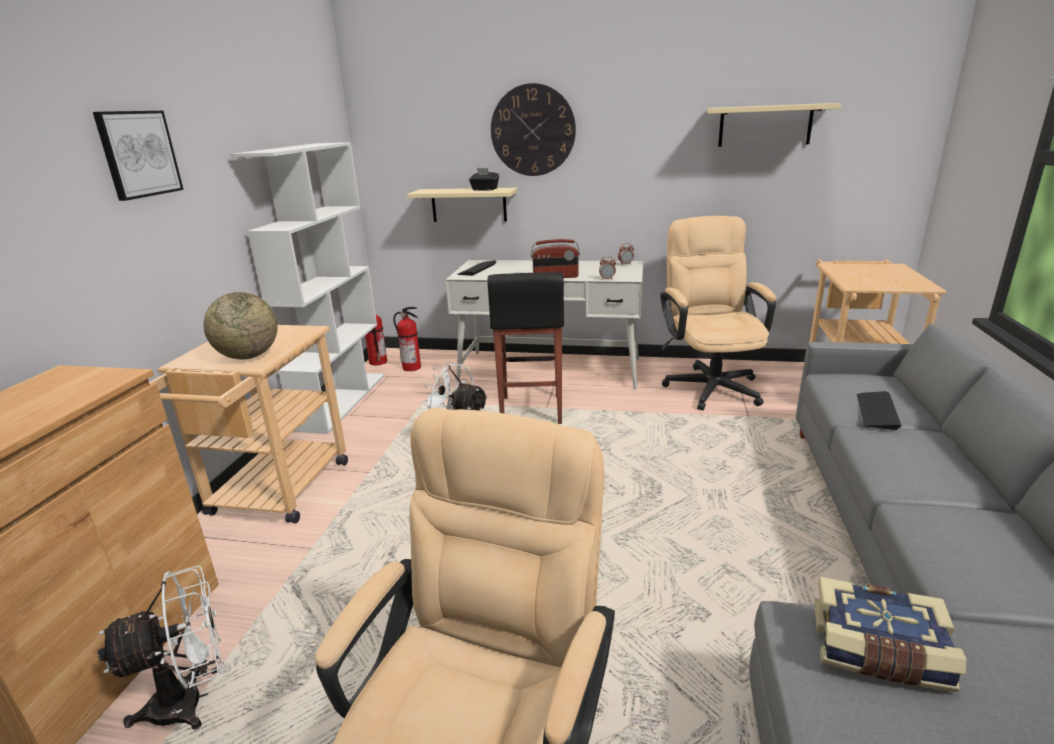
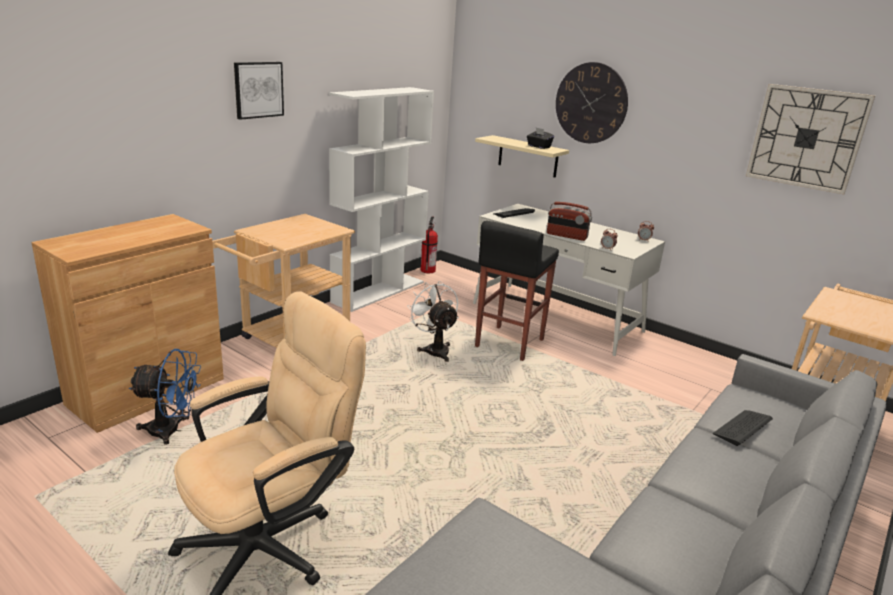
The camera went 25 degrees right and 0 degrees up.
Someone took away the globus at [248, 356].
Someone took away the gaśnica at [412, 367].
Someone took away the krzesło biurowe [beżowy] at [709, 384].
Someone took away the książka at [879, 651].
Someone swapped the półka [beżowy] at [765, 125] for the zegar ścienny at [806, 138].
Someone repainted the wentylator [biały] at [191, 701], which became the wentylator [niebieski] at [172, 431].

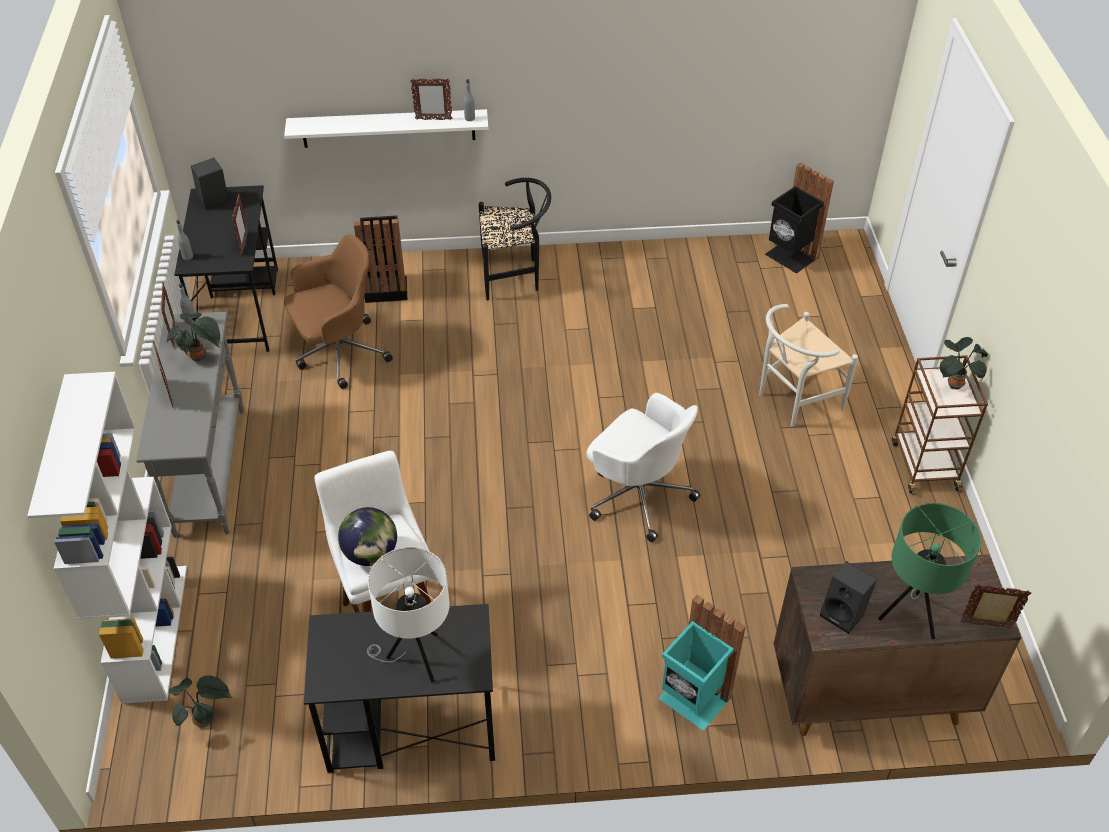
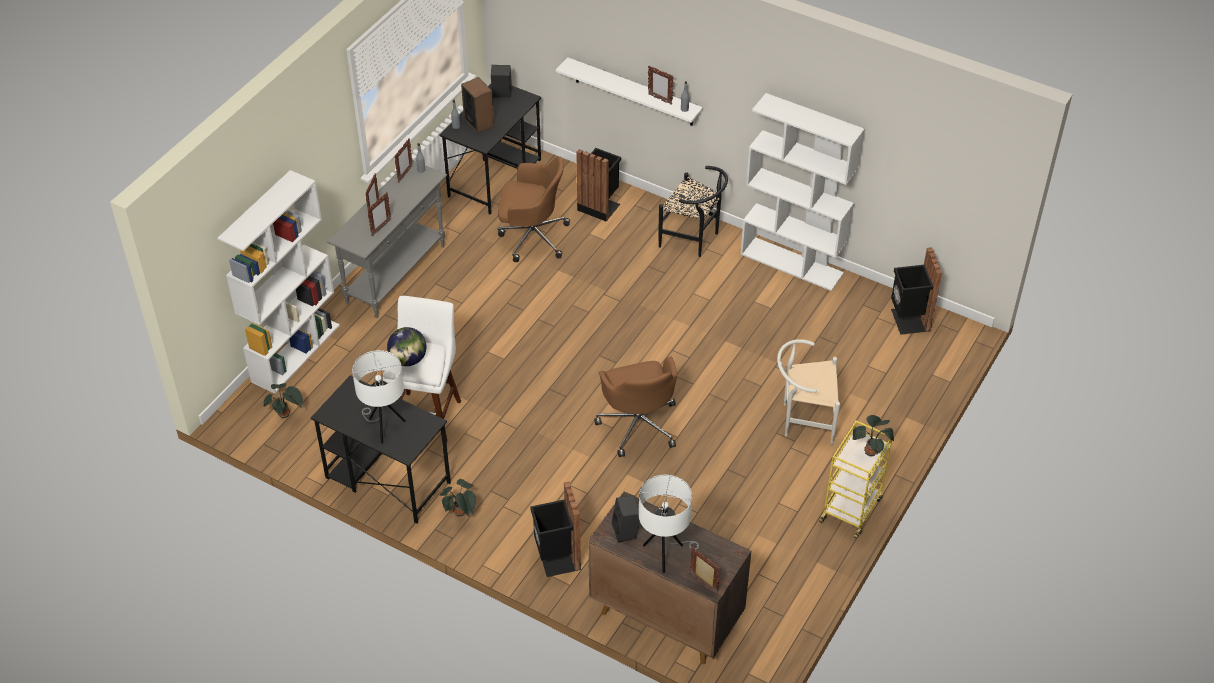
The camera went 35 degrees right and 0 degrees up.
Someone put down the głośnik at [479, 122].
Someone put down the regał [biały] at [792, 263].
Someone carried the roślina doniczkowa from [200, 357] to [460, 513].
Someone carried the ramka na zdjęcie from [244, 243] to [381, 228].
Someone repainted the krzesło biurowe [biały] at [638, 494], which became the krzesło biurowe [brązowy] at [638, 424].
Someone repainted the kosz na śmieci [turkusowy] at [693, 700], which became the kosz na śmieci [czarny] at [556, 558].
Someone repainted the lampa stołowa [zielony] at [911, 615], which became the lampa stołowa [biały] at [665, 554].
Someone repainted the wózek [brązowy] at [924, 465], which became the wózek [żółty] at [851, 508].

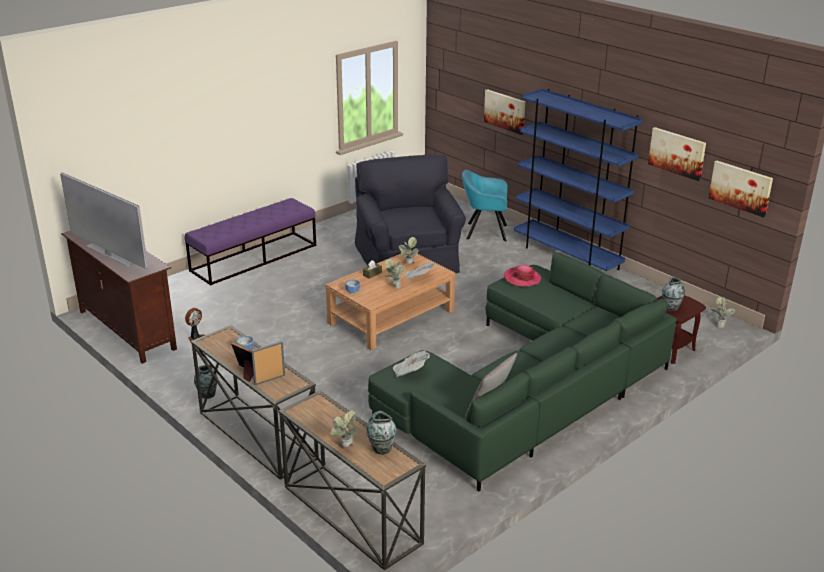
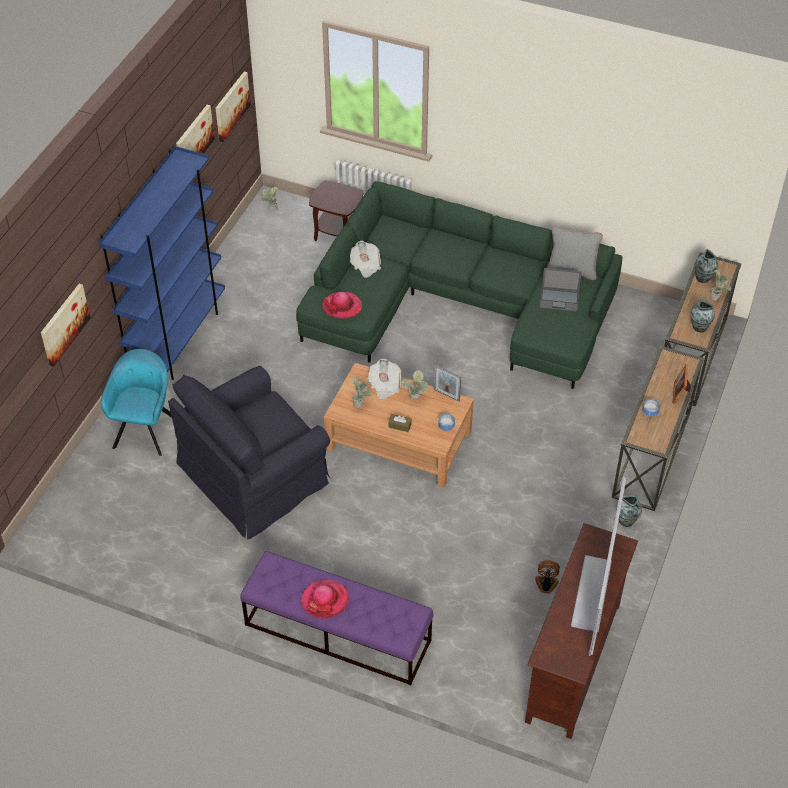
The camera went 115 degrees left and 20 degrees up.
Someone put down the kapelusz at [325, 600].
Someone put down the laptop at [559, 299].
Someone carried the ramka na zdjęcie from [269, 379] to [446, 395].
Someone carried the gazeta from [410, 371] to [365, 265].
Someone carried the wazon from [671, 307] to [699, 327].
Someone rotated the fotel [turkusowy] at [484, 232] by 150 degrees counterclockwise.

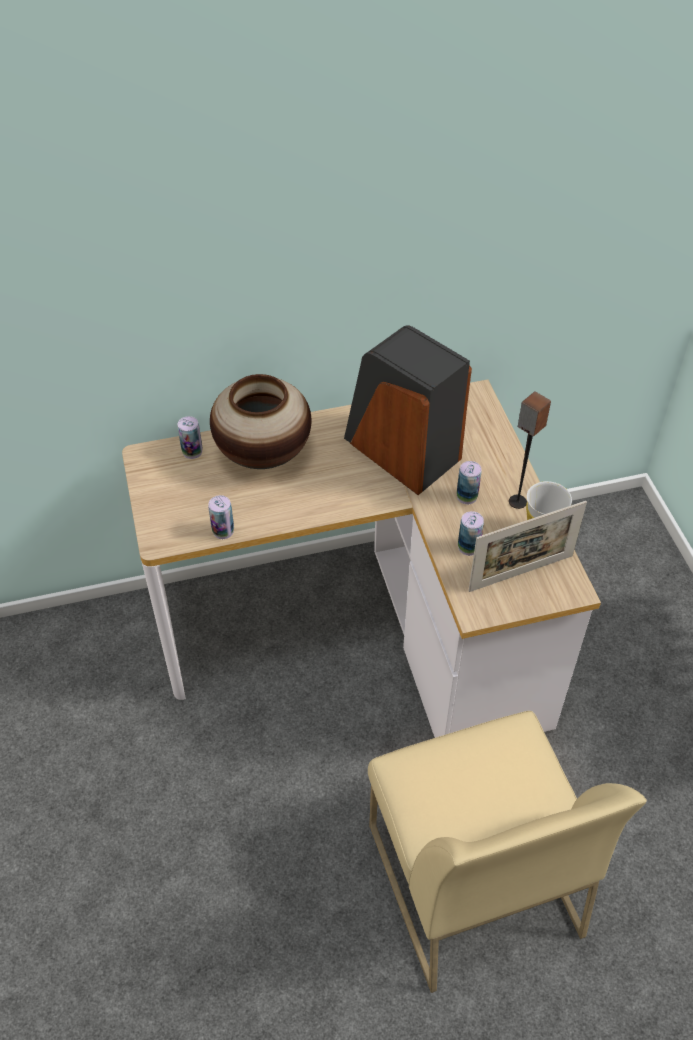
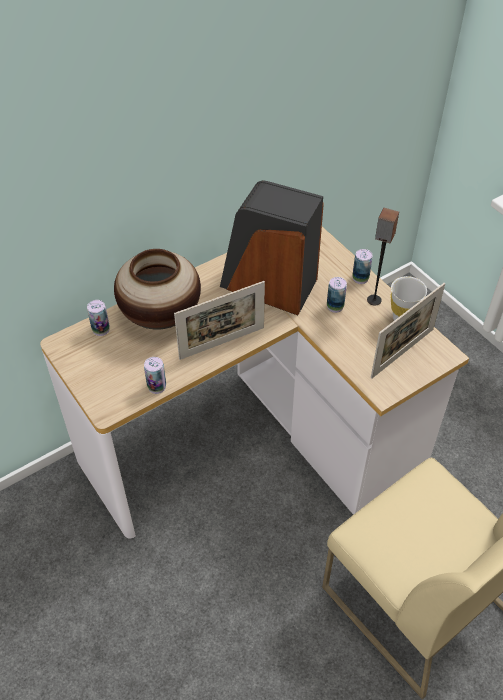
The camera went 20 degrees left and 0 degrees up.
Someone put down the ramka na zdjęcie at [222, 343].
Someone carried the puszka from [468, 547] to [360, 278].

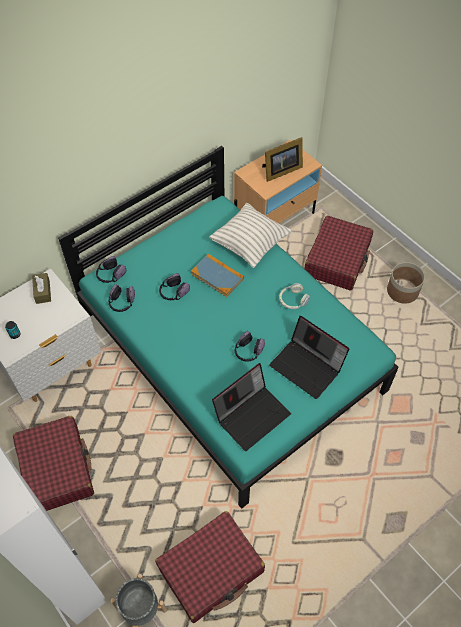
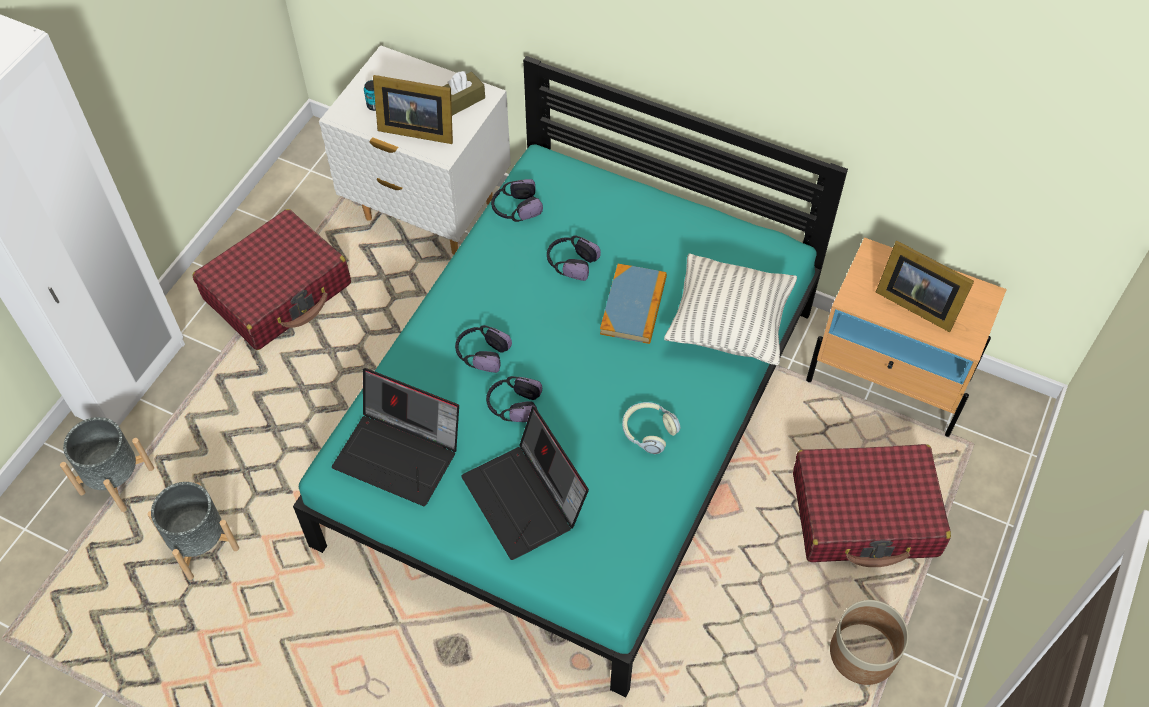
The camera went 65 degrees right and 0 degrees up.
Someone put down the ramka na zdjęcie at [415, 129].
Someone carried the słuchawki from [110, 275] to [482, 353].
Someone swapped the walizka [czerwony] at [211, 569] for the donica [szary] at [201, 544].
Someone rotated the laptop at [307, 367] by 45 degrees counterclockwise.

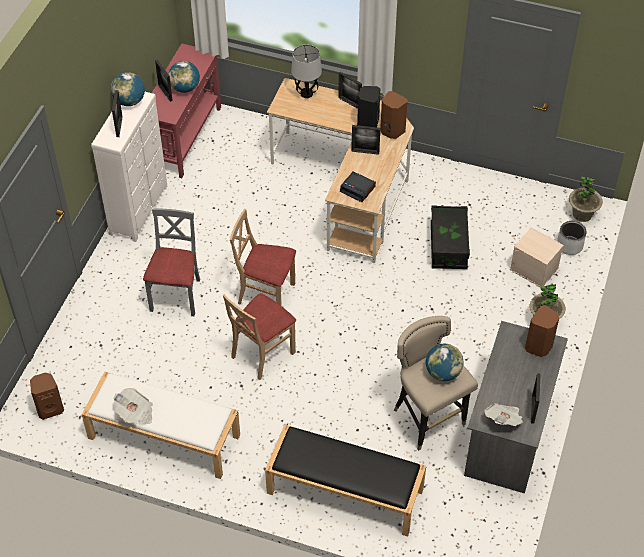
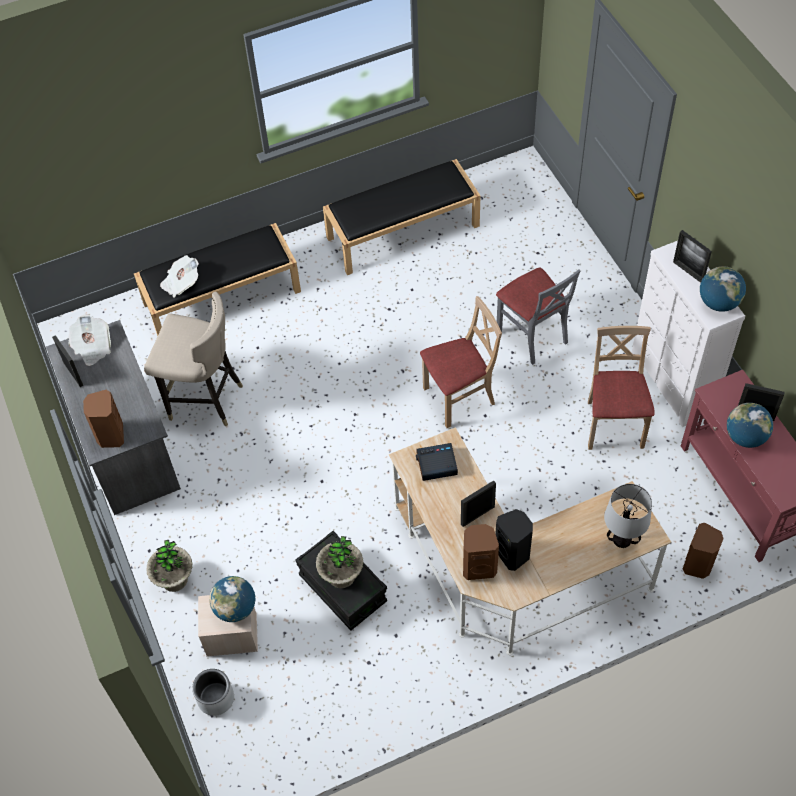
The camera went 140 degrees right and 5 degrees up.
Someone took away the ramka na zdjęcie at [349, 103].
Someone carried the głośnik [brązowy] from [50, 408] to [698, 565].
Someone carried the gazeta from [135, 413] to [181, 283].
Someone carried the krzesło [beżowy] from [262, 353] to [613, 425].
Someone carried the globus from [443, 372] to [235, 608].
Someone carried the roślina doniczkowa from [582, 214] to [341, 576].
Someone repainted the ławka [biały] at [163, 436], which became the ławka [czarny] at [403, 231].

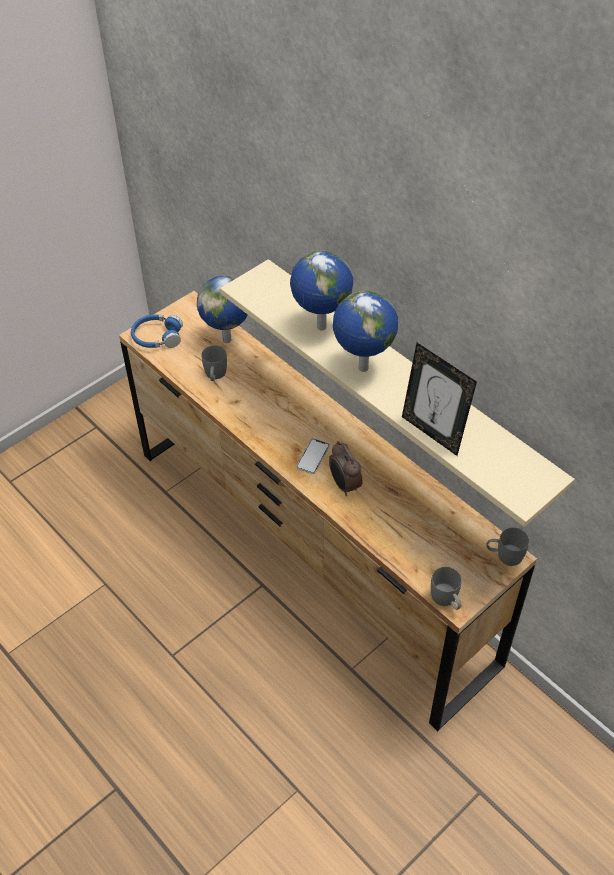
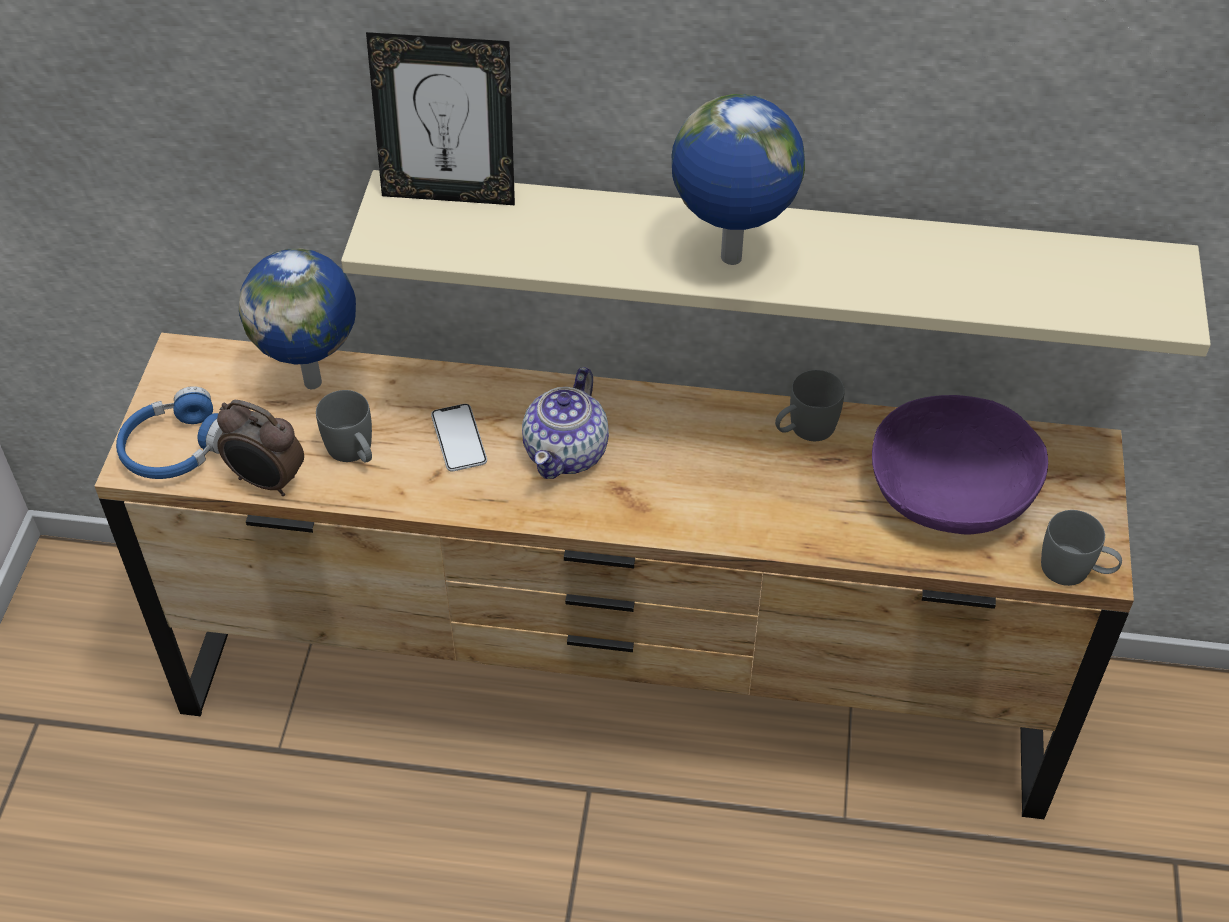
The camera went 40 degrees left and 0 degrees up.
Someone took away the globus at [320, 327].
Someone put down the imbryk at [567, 452].
Someone put down the miska [fioletowy] at [951, 491].
Someone carried the telefon from [313, 457] to [459, 439].
Someone carried the budzik from [344, 485] to [267, 482].
Someone carried the ramka na zdjęcie from [433, 432] to [450, 193].
Someone carried the kubek [szary] from [504, 555] to [804, 429].

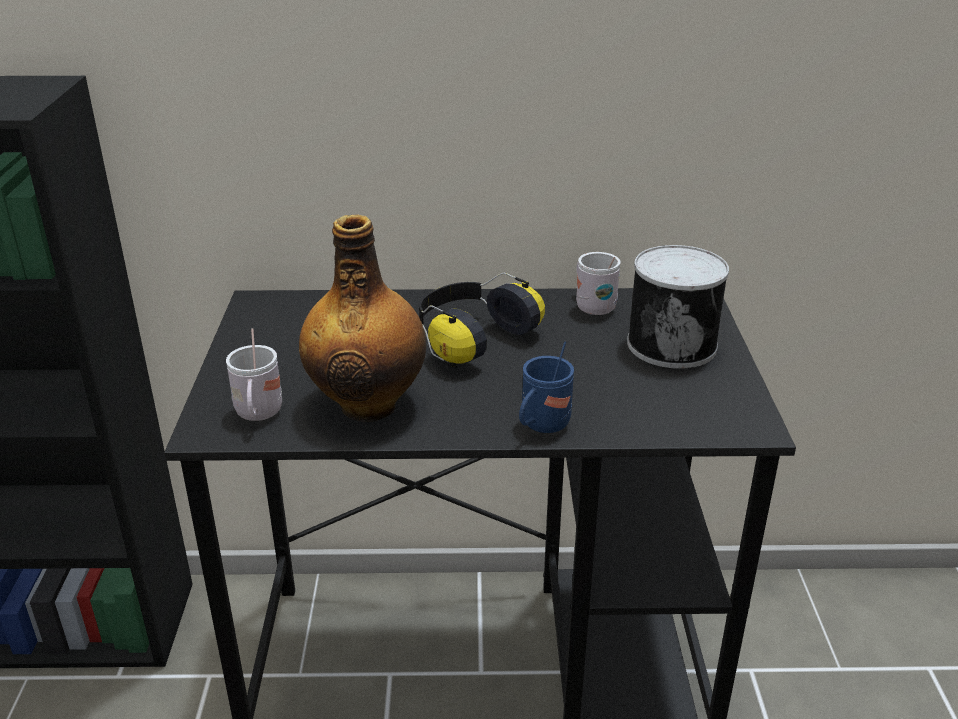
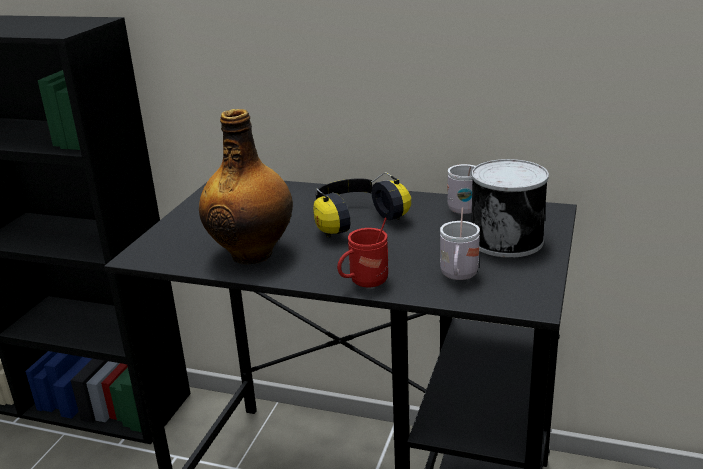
The camera went 20 degrees right and 5 degrees down.
Someone carried the kubek [biały] from [258, 415] to [458, 277].
Someone repainted the kubek [niebieski] at [541, 427], which became the kubek [czerwony] at [364, 283].

